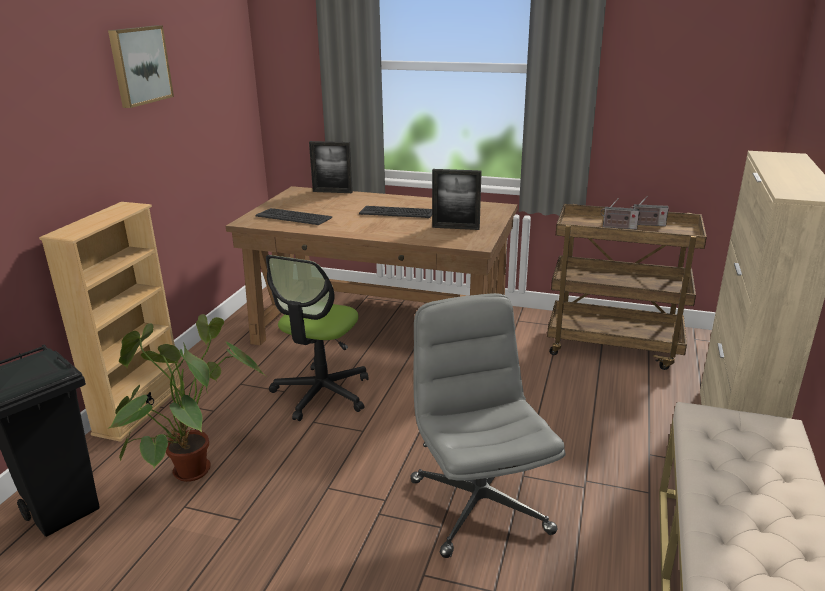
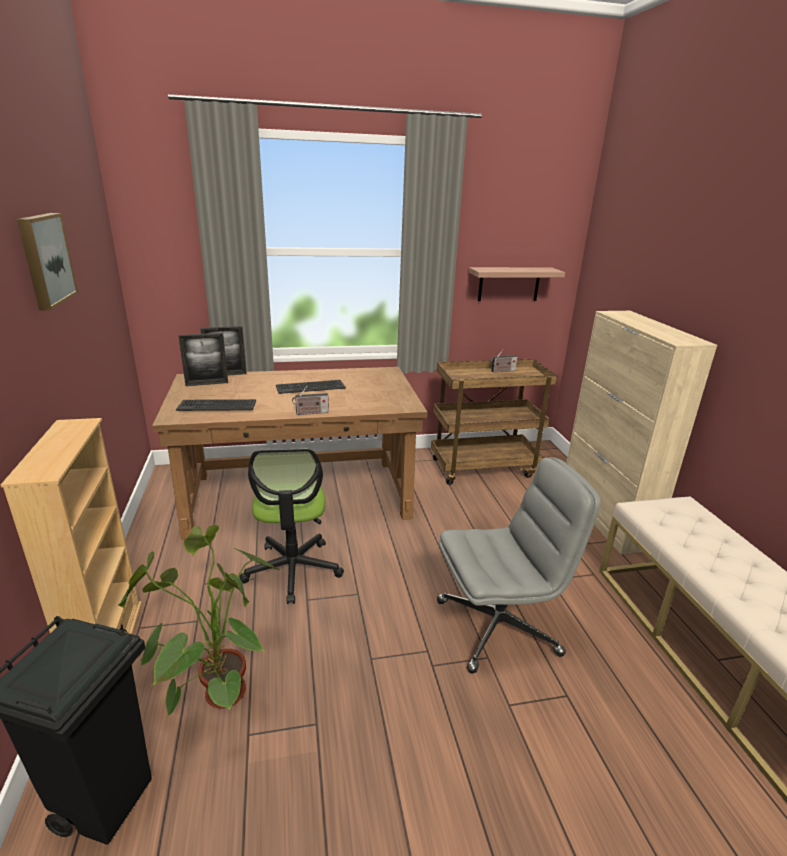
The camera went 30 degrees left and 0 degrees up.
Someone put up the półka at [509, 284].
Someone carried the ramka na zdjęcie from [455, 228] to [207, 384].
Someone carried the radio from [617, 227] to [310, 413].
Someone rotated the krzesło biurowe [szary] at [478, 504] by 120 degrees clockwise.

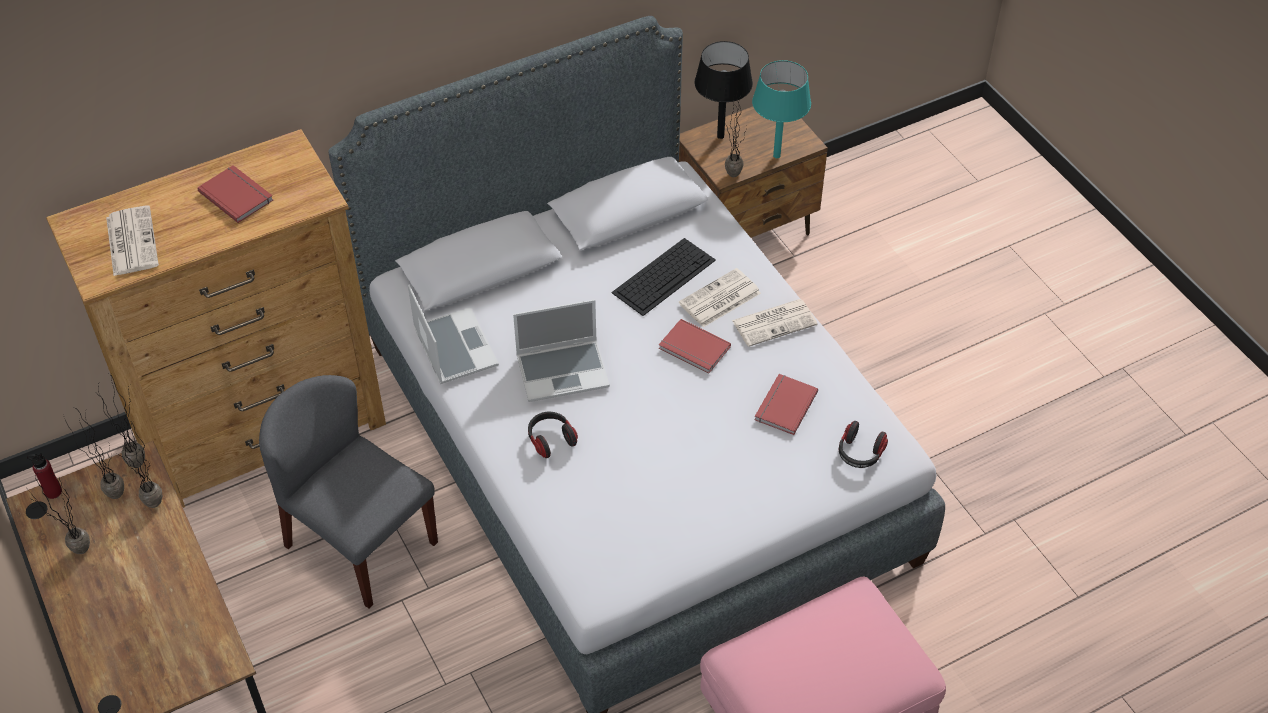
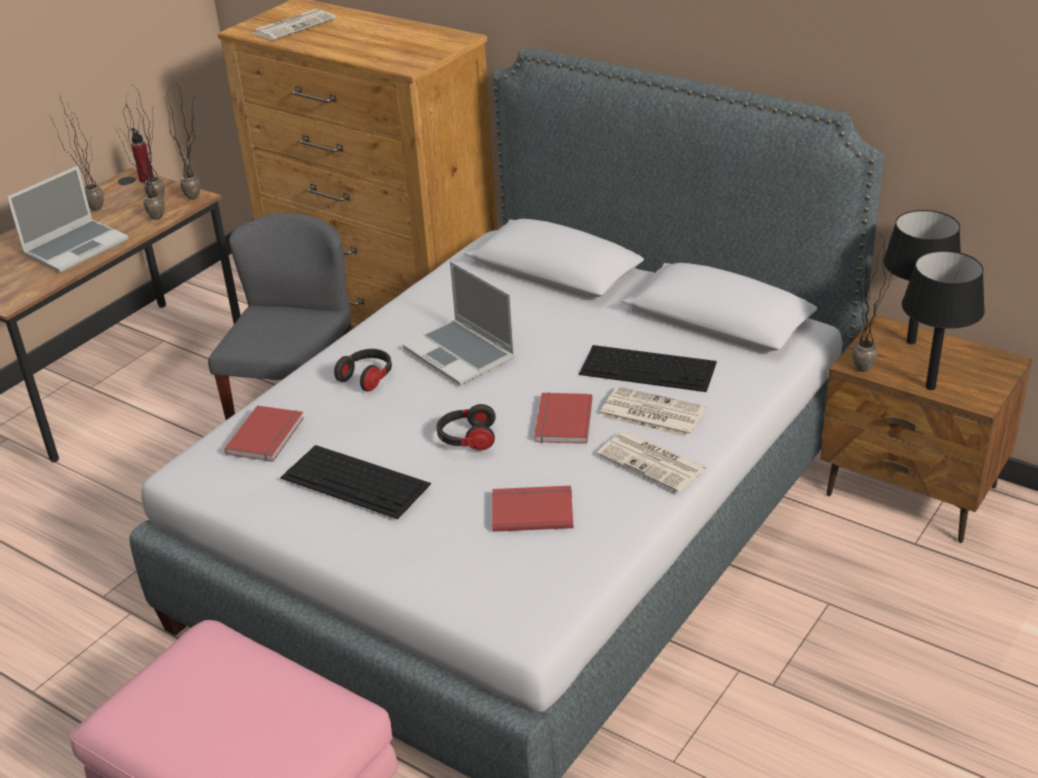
The camera went 65 degrees right and 15 degrees down.
Someone put down the klawiatura at [356, 481].
Someone carried the książka [czerwony] from [237, 195] to [268, 436].
Someone carried the laptop from [453, 347] to [76, 247].
Someone carried the słuchawki from [859, 453] to [467, 439].
Someone repainted the lampa stołowa [turkusowy] at [776, 156], which became the lampa stołowa [czarny] at [930, 387].

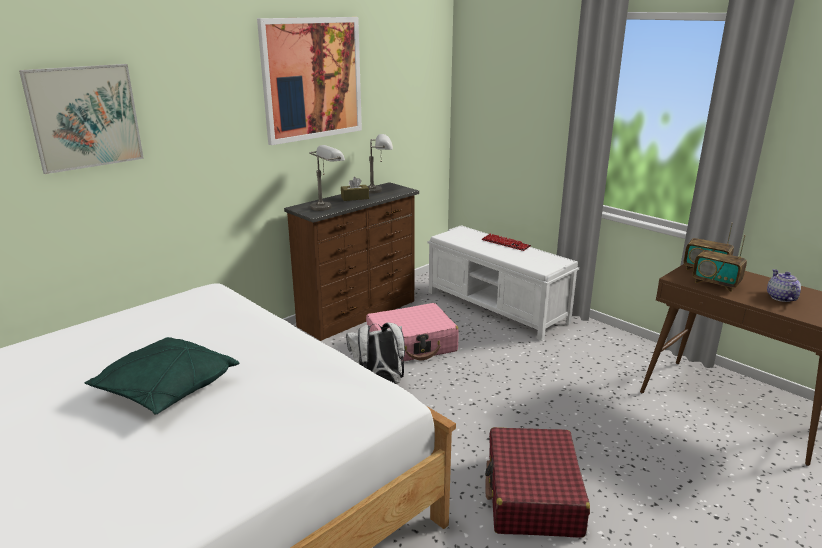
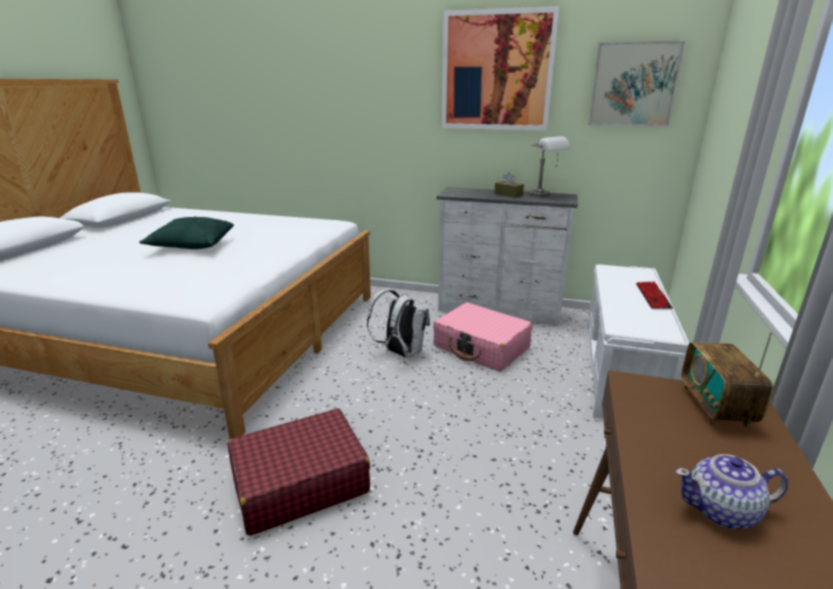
The camera went 60 degrees right and 0 degrees up.
Someone took away the lampa stołowa [szary] at [327, 206].
Someone took away the radio at [716, 284].
Someone carried the obraz from [85, 117] to [633, 85].
Someone repainted the komoda [brązowy] at [359, 313], which became the komoda [biały] at [499, 310].
Someone rotated the imbryk at [781, 298] by 150 degrees counterclockwise.

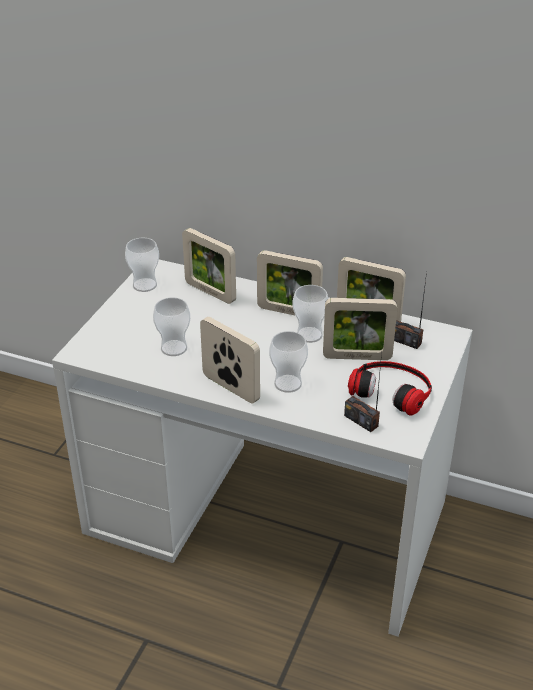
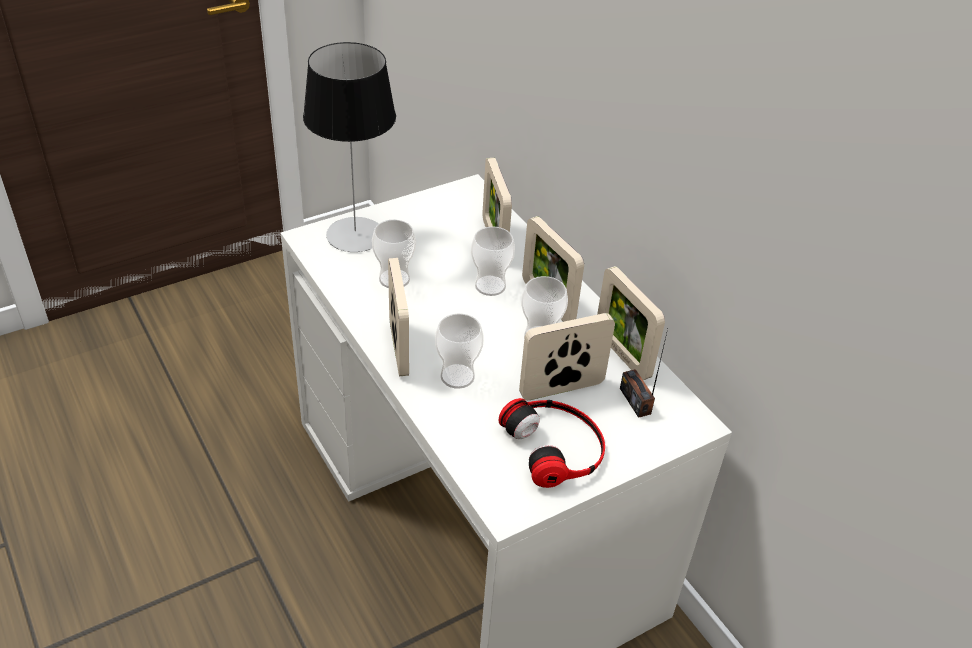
The camera went 35 degrees right and 5 degrees up.
Someone took away the radio at [361, 421].
Someone put down the lampa stołowa at [355, 234].
Someone carried the filiżanka from [144, 285] to [490, 286].
Someone rotated the ramka na zdjęcie at [357, 357] by 120 degrees clockwise.

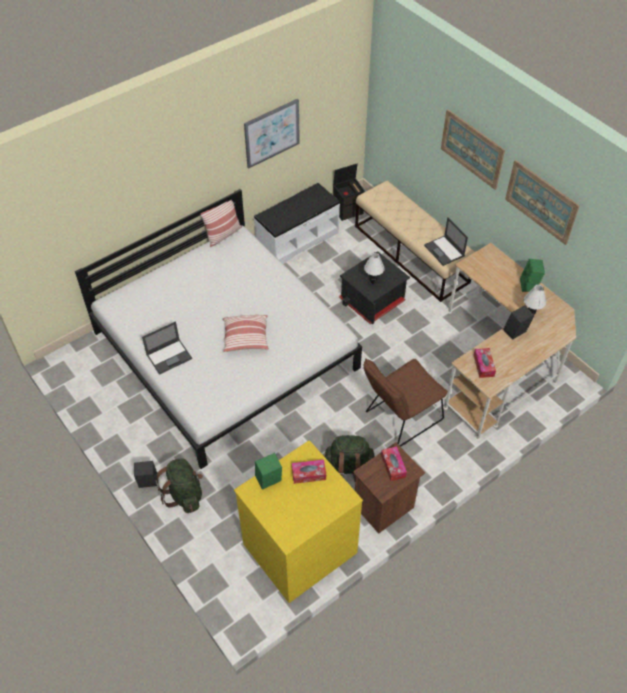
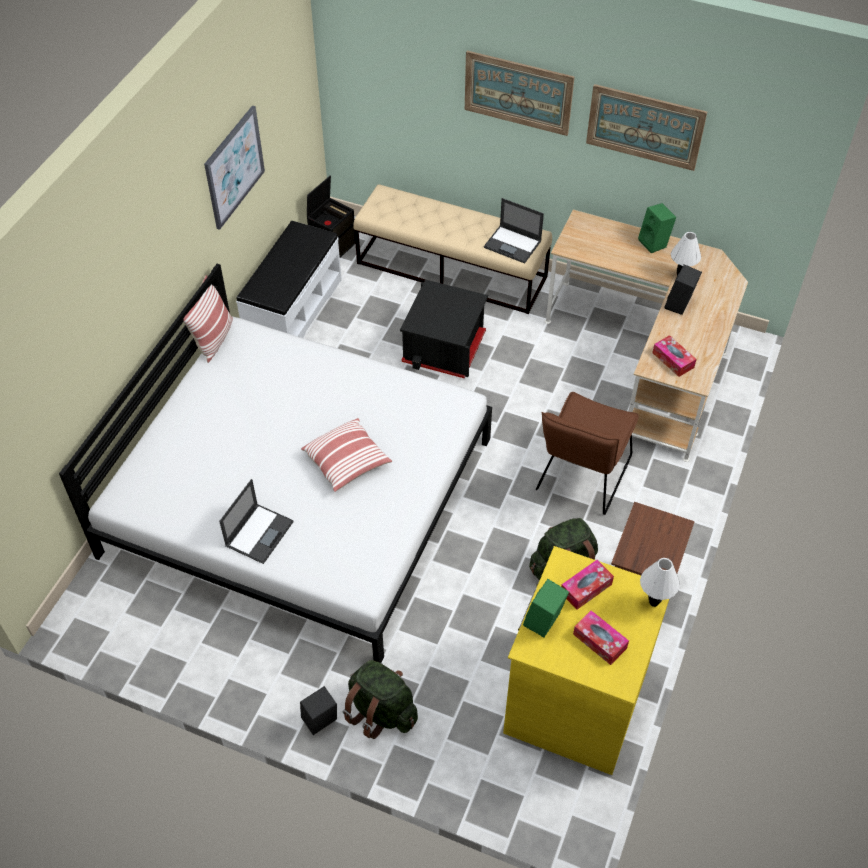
The camera went 30 degrees left and 0 degrees up.
Someone carried the lampa stołowa [biały] from [373, 282] to [654, 602].
Someone carried the pudełko chusteczek from [393, 466] to [599, 641].

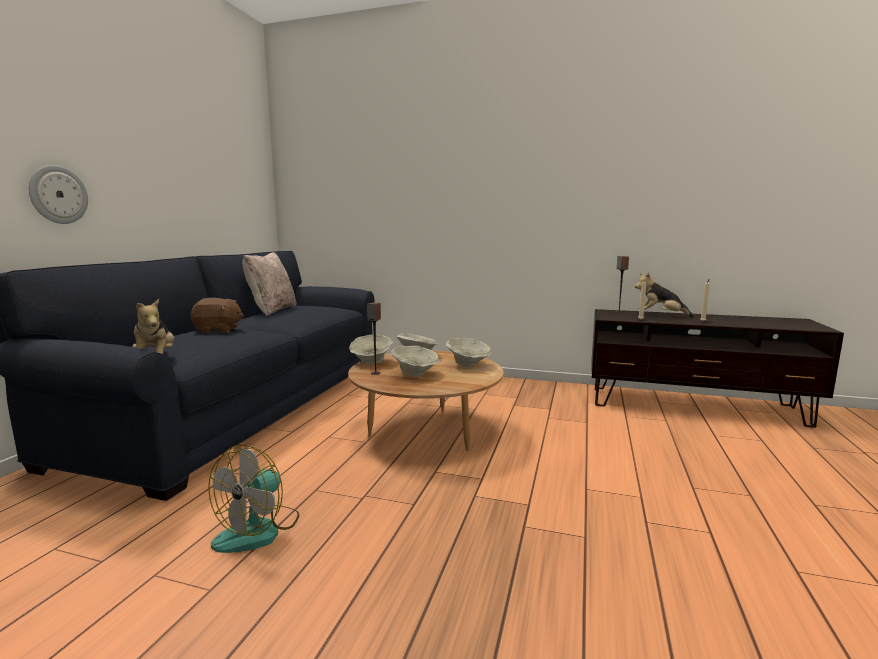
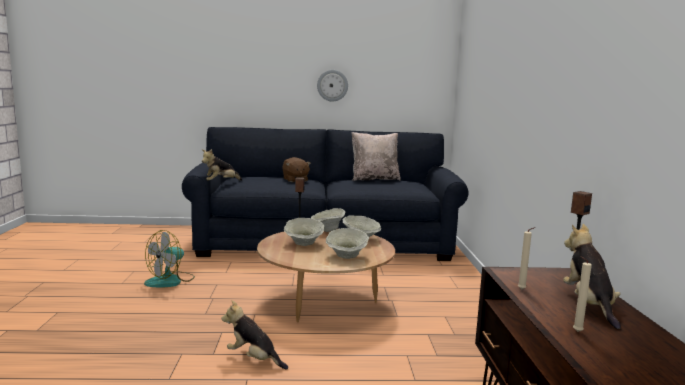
The camera went 70 degrees right and 0 degrees up.
Someone put down the pluszak at [254, 359].
Someone carried the zegar ścienny from [58, 194] to [332, 85].
Someone rotated the wentylator at [258, 530] by 60 degrees counterclockwise.

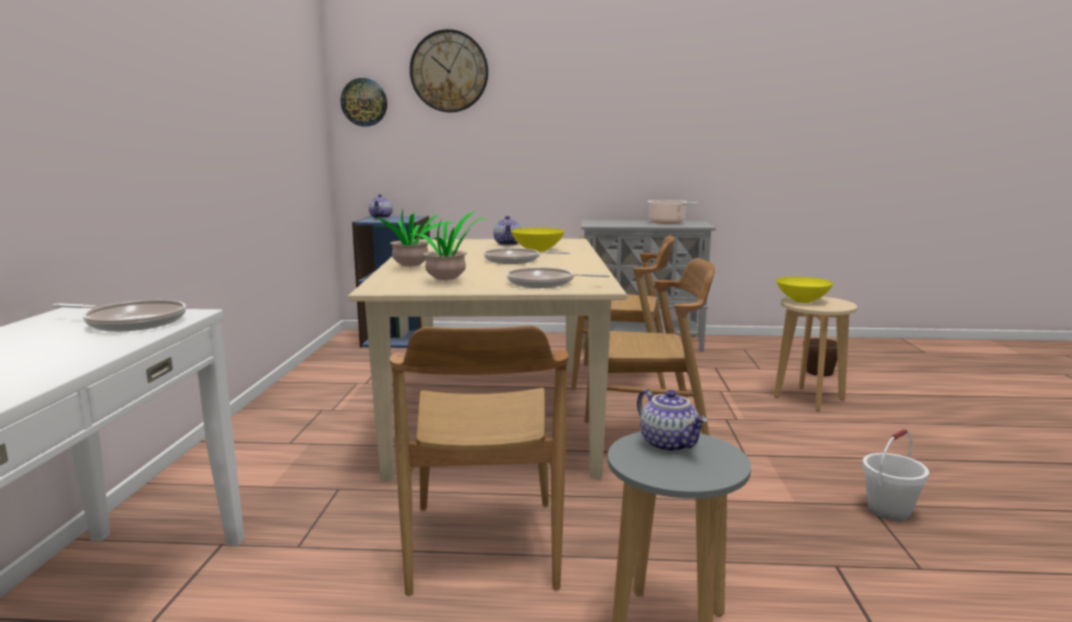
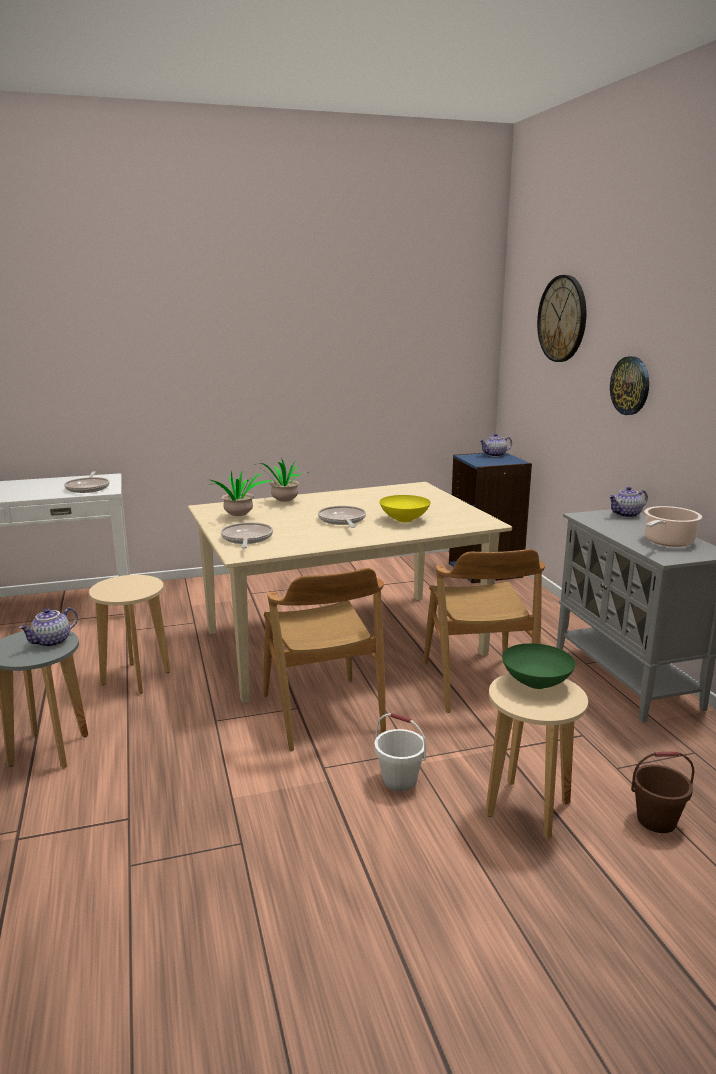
The camera went 70 degrees right and 5 degrees up.
Someone carried the zegar ścienny from [364, 102] to [630, 385].
Someone carried the imbryk from [508, 244] to [626, 515].
Someone carried the wiadro [biały] from [889, 510] to [399, 780].
Someone swapped the krzesło [brązowy] at [483, 545] for the stołek [beżowy] at [135, 678].
Someone repainted the miska [żółty] at [802, 301], which became the miska [zielony] at [537, 683].

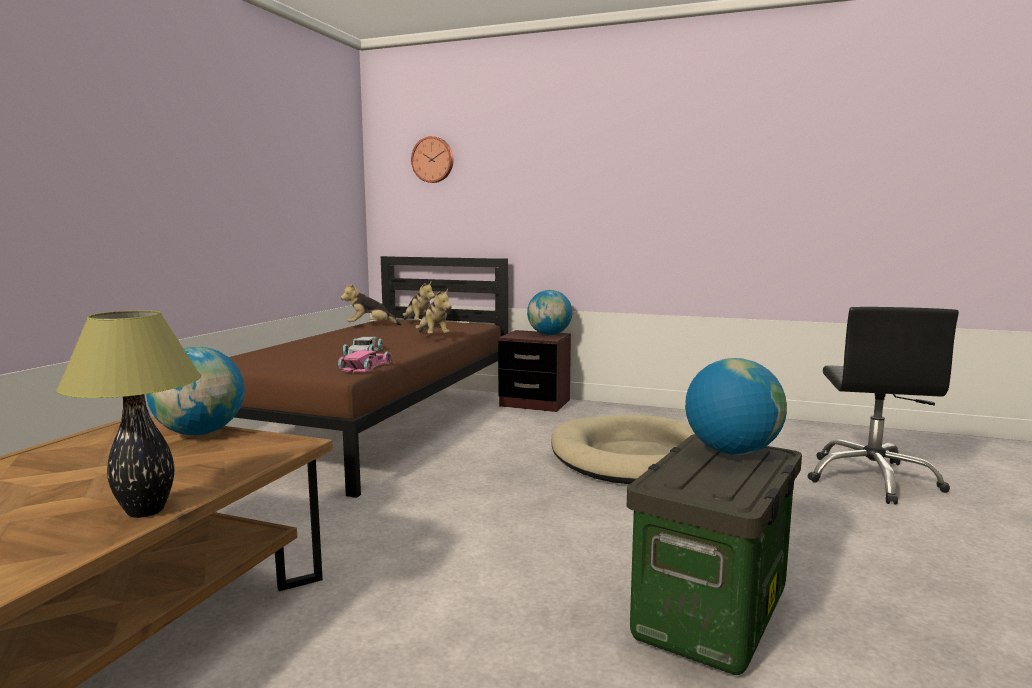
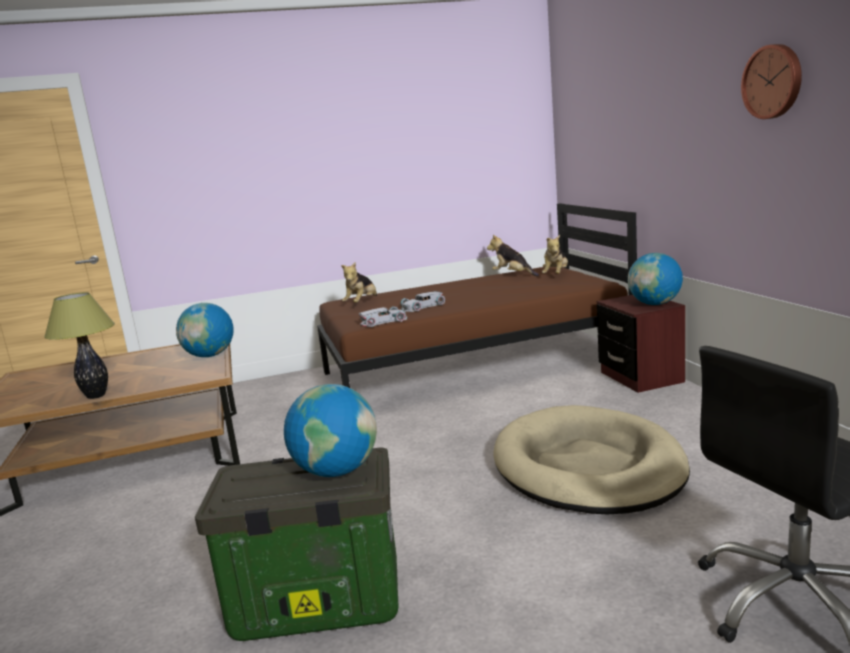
The camera went 55 degrees right and 5 degrees up.
Someone carried the zegar ścienny from [433, 160] to [773, 81].
Someone carried the pluszak from [433, 337] to [362, 303].
Someone repainted the samochodzik [różowy] at [367, 366], which became the samochodzik [biały] at [384, 321].

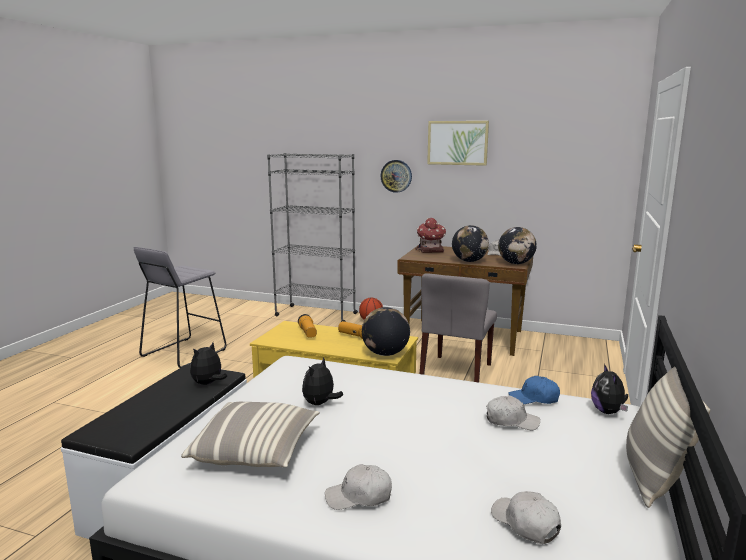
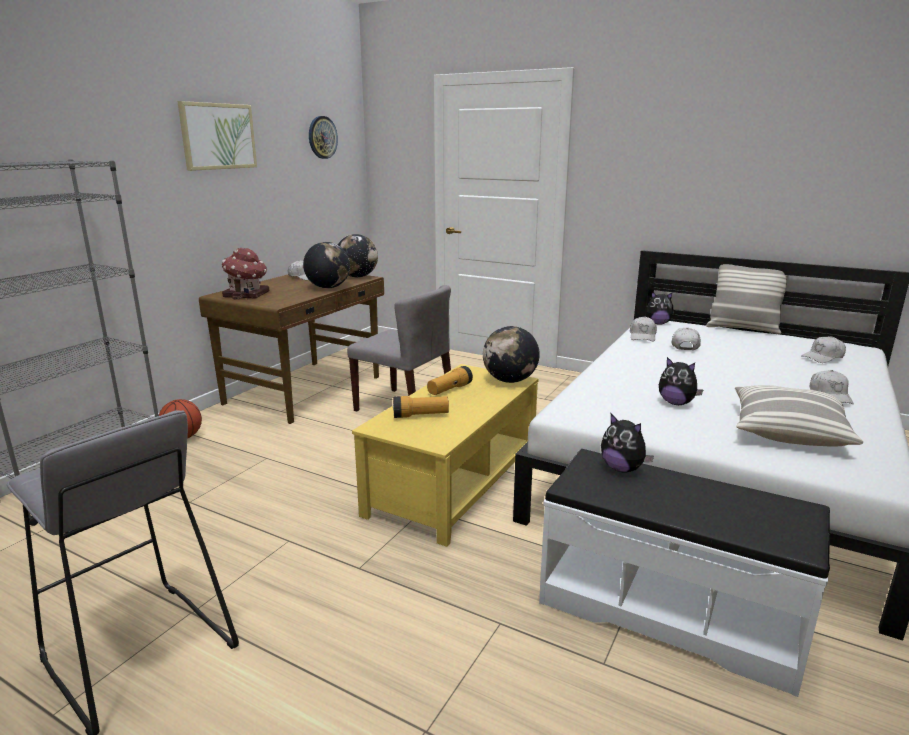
The camera went 80 degrees left and 5 degrees up.
Someone carried the zegar ścienny from [396, 176] to [322, 137].
Someone repainted the czapka z daszkiem [niebieski] at [534, 399], which became the czapka z daszkiem [biały] at [642, 336].

